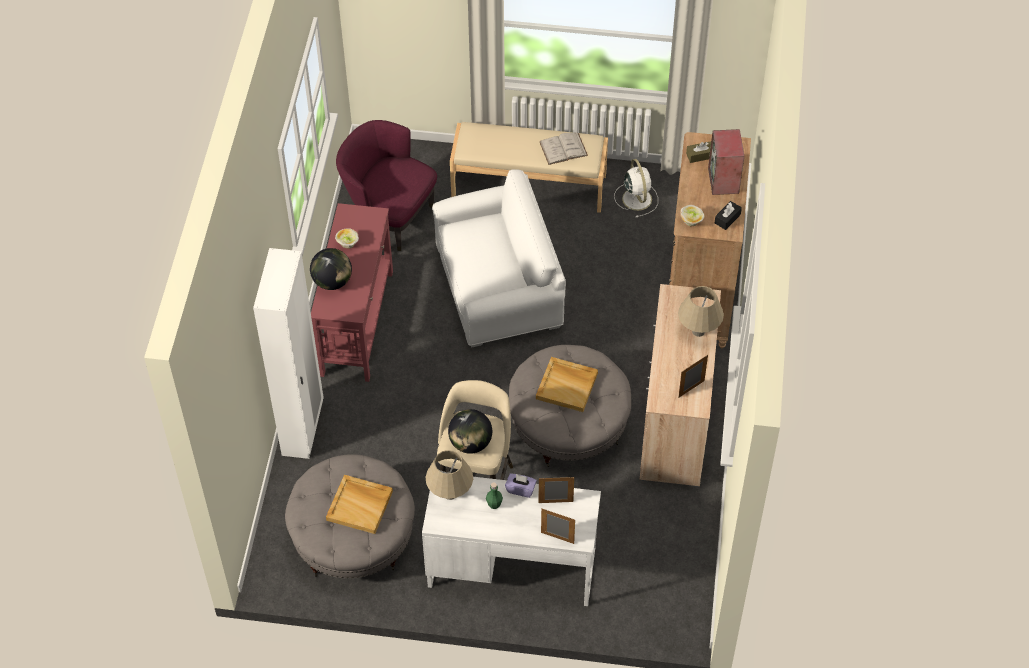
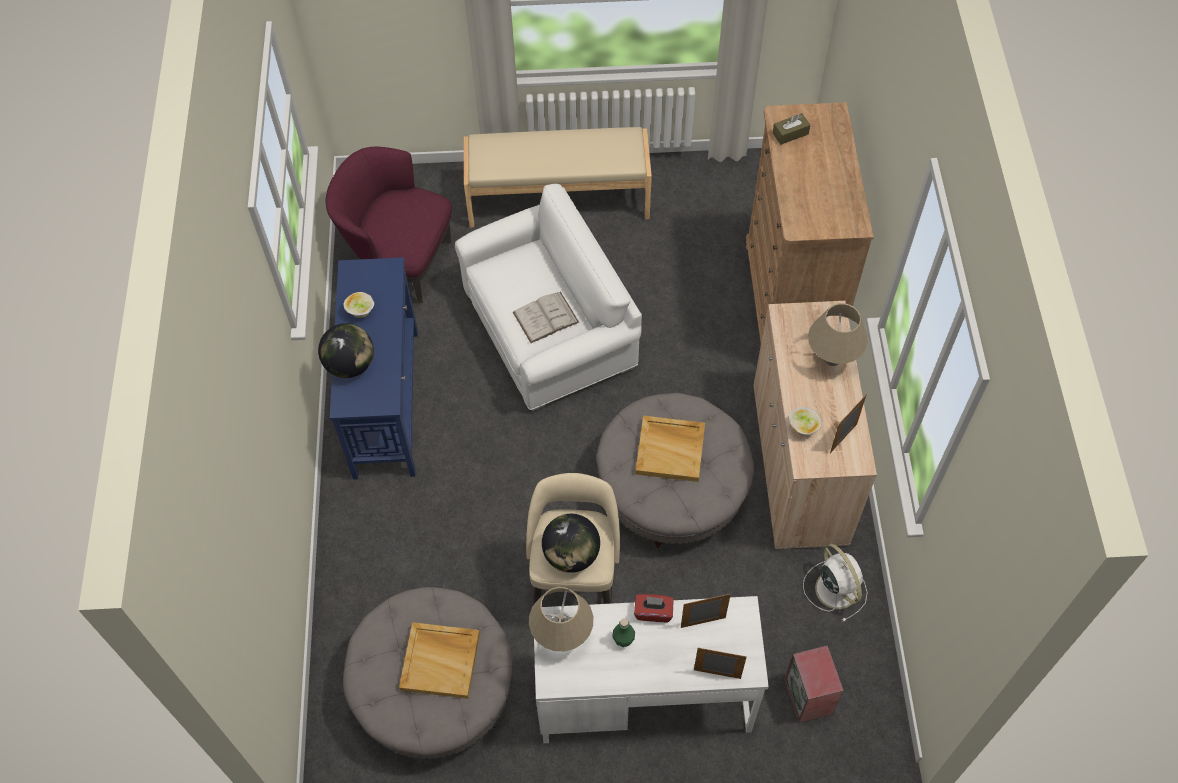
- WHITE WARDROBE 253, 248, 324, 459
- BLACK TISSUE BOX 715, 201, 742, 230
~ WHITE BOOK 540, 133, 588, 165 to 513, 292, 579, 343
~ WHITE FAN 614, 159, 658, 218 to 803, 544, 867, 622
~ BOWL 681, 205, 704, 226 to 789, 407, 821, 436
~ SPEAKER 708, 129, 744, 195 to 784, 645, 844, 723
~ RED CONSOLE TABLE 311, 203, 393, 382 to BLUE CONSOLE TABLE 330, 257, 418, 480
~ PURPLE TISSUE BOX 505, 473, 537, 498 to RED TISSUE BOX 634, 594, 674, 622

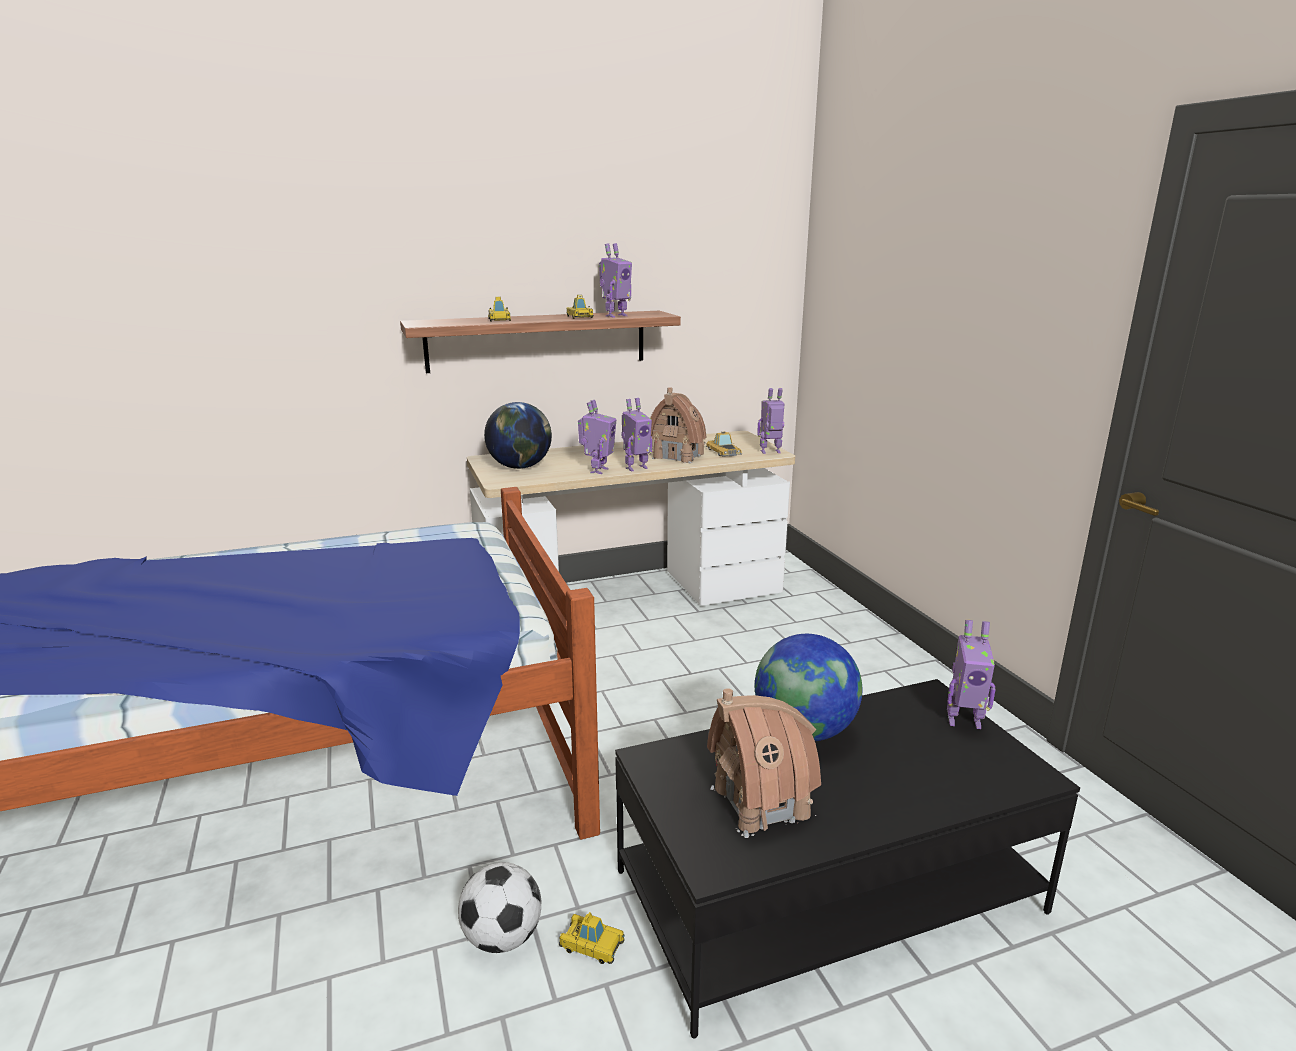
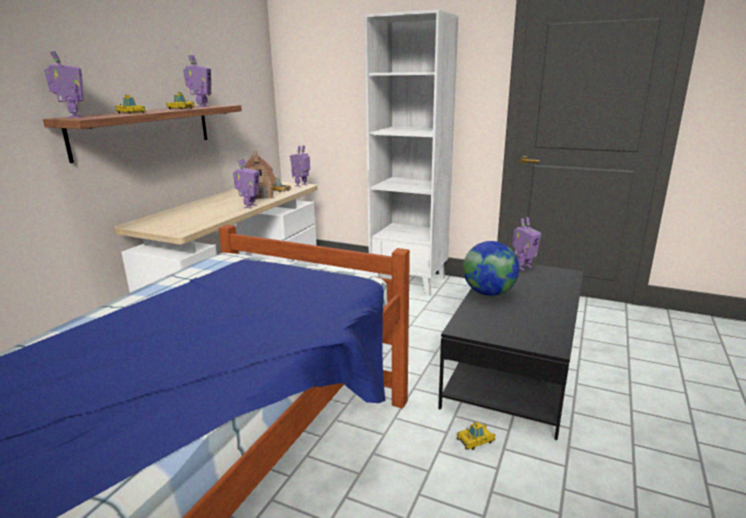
- FOOTBALL 458, 862, 541, 953
- GLOBE 484, 402, 552, 469
- TOY HOUSE 707, 688, 821, 838
+ WHITE BOOKCASE 364, 9, 459, 296
~ TOY ROBOT 578, 400, 616, 474 to 44, 51, 84, 118

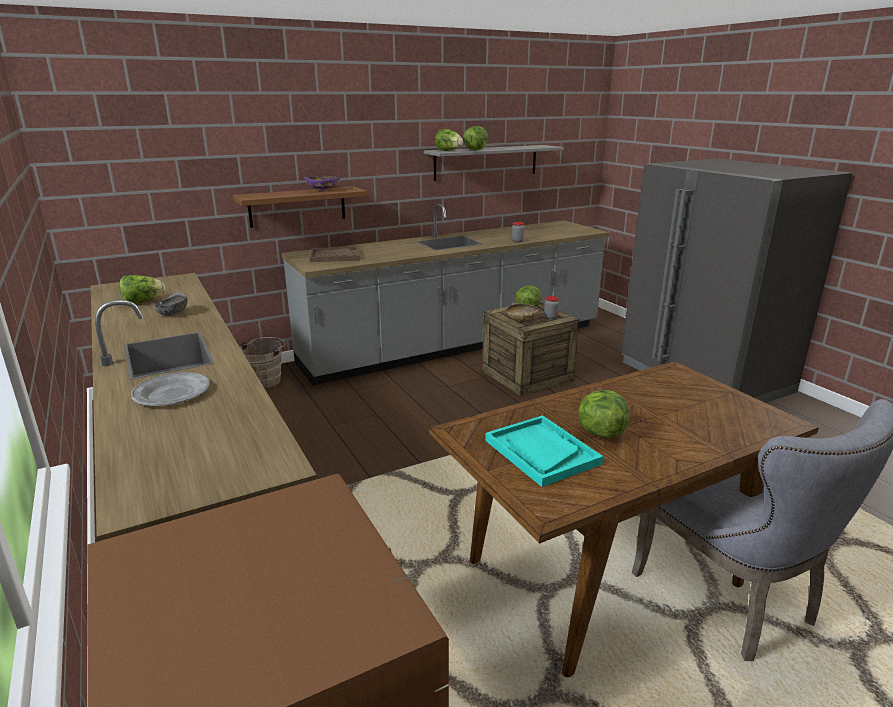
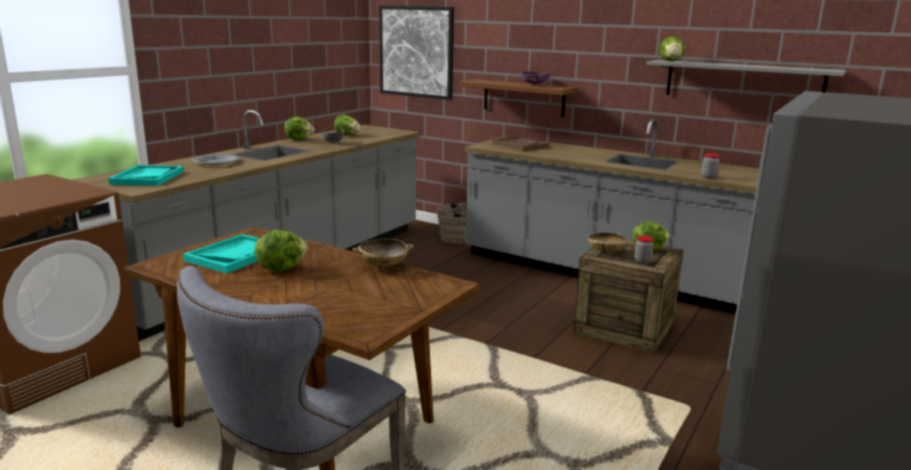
+ TURQUOISE TRAY 108, 165, 184, 186
+ BEIGE BOWL 353, 239, 414, 268
+ PICTURE 379, 6, 454, 100
~ LETTUCE 463, 126, 488, 150 to 284, 117, 314, 140

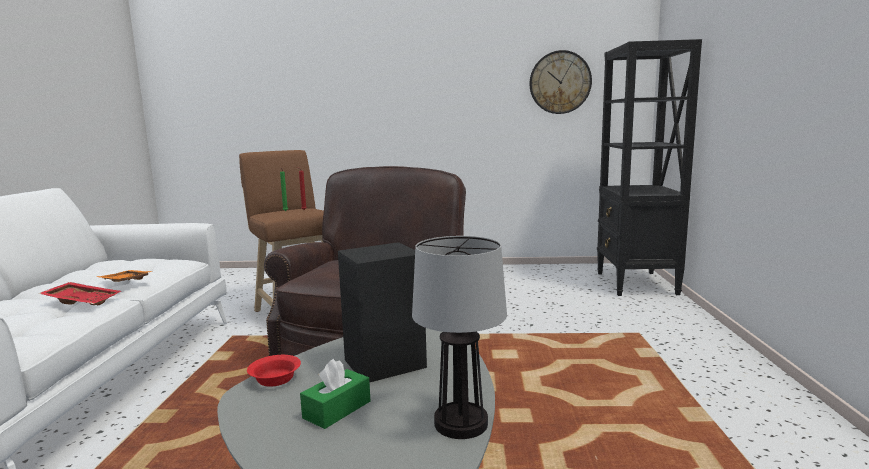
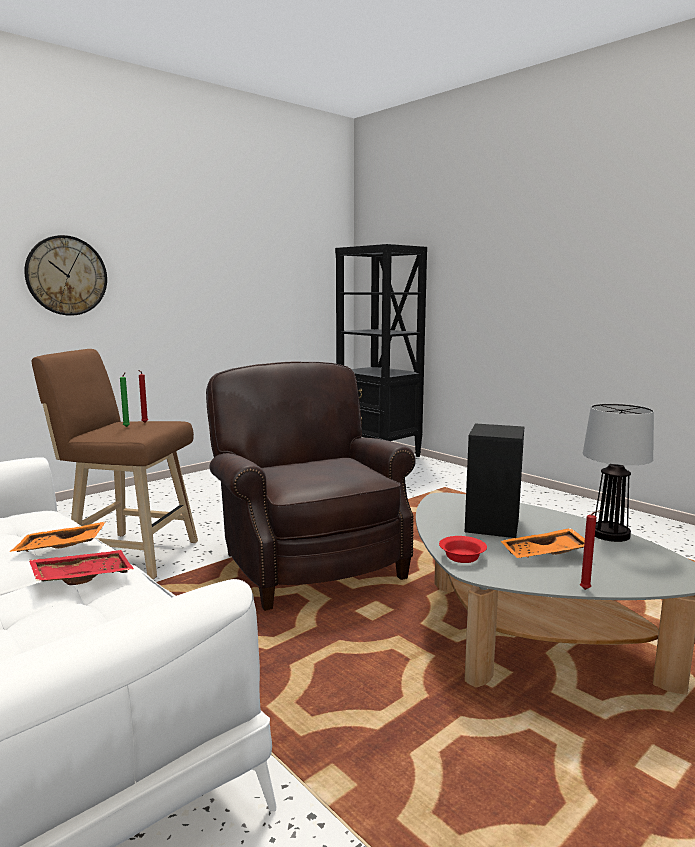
+ RED CANDLE 580, 510, 602, 590
~ WALL CLOCK 529, 50, 592, 114 to 24, 235, 107, 316
~ GREEN TISSUE BOX 300, 359, 370, 429 to ORANGE TRAY 501, 528, 585, 558

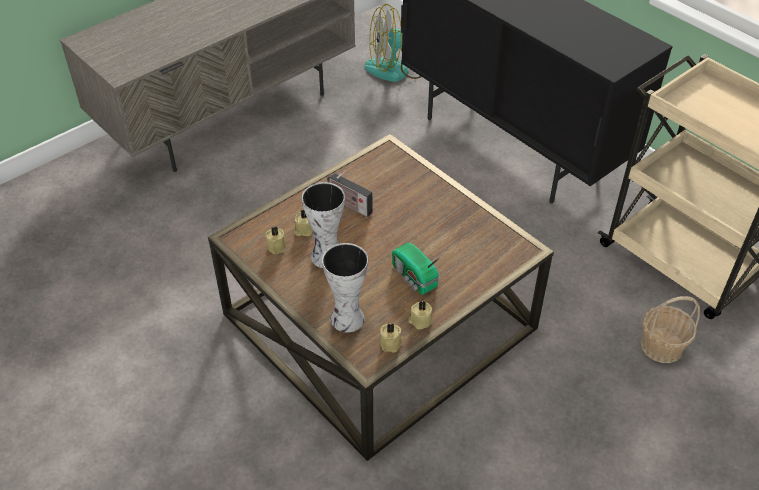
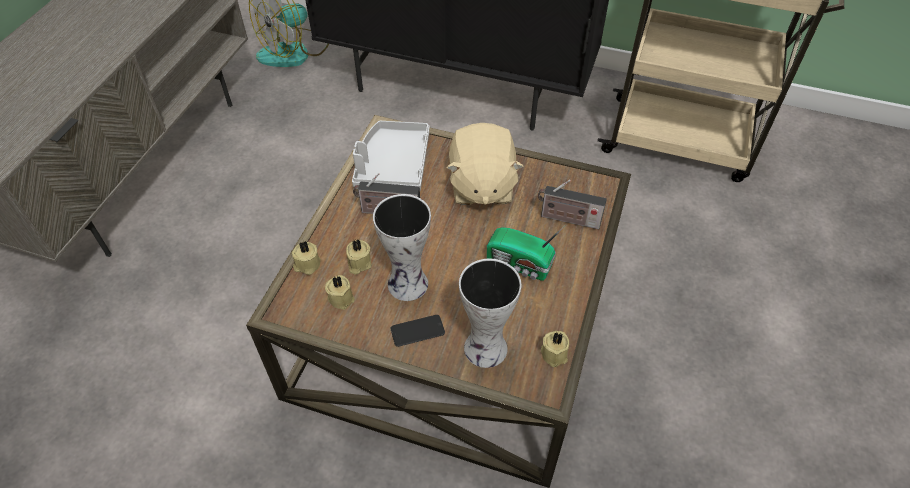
- BASKET 641, 296, 700, 363
+ GREY TRAY 352, 121, 430, 190
+ PHONE 390, 315, 445, 347
+ BEIGE PLUSH TOY 447, 123, 524, 205
+ RADIO 538, 180, 607, 229
~ BEIGE CANDLE 408, 301, 432, 330 to 292, 241, 321, 275

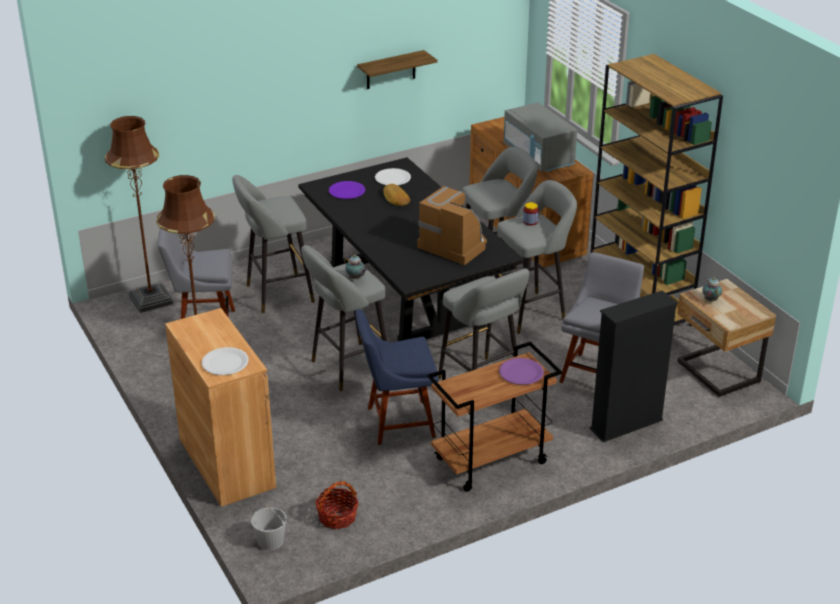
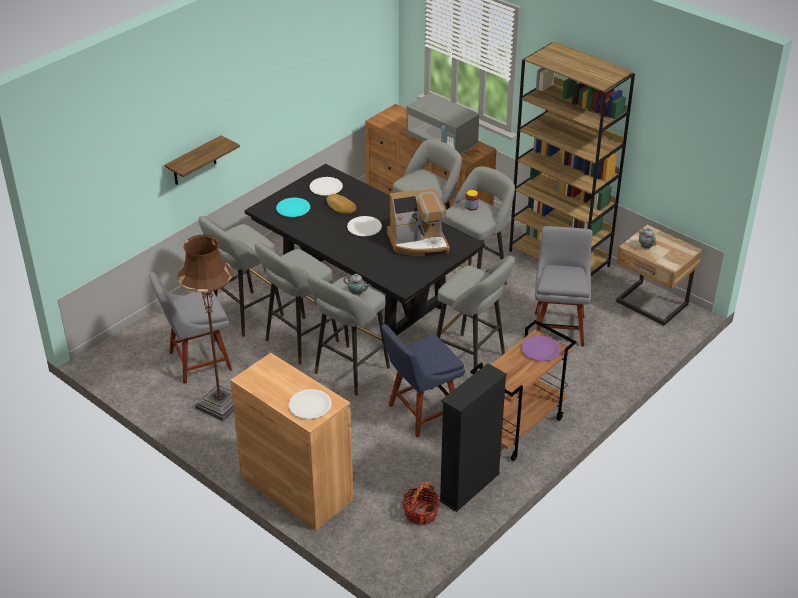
- BROWN FLOOR LAMP 105, 116, 174, 313
- WHITE BUCKET 251, 506, 287, 550
+ GREY STOOL 255, 242, 339, 365
+ WHITE PLATE 347, 216, 382, 236
~ SHELF 357, 50, 438, 89 to 164, 135, 240, 185
~ BLACK BOOKCASE 589, 290, 678, 442 to 440, 363, 507, 512
~ PURPLE PLATE 329, 181, 365, 199 to TURQUOISE PLATE 276, 198, 310, 217
~ COFFEE MACHINE 417, 186, 487, 265 = 387, 189, 450, 256 150 degrees clockwise

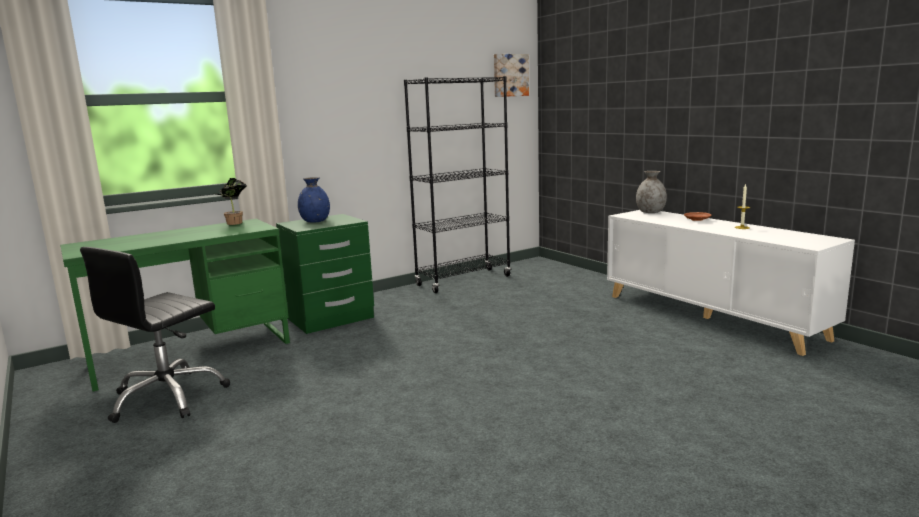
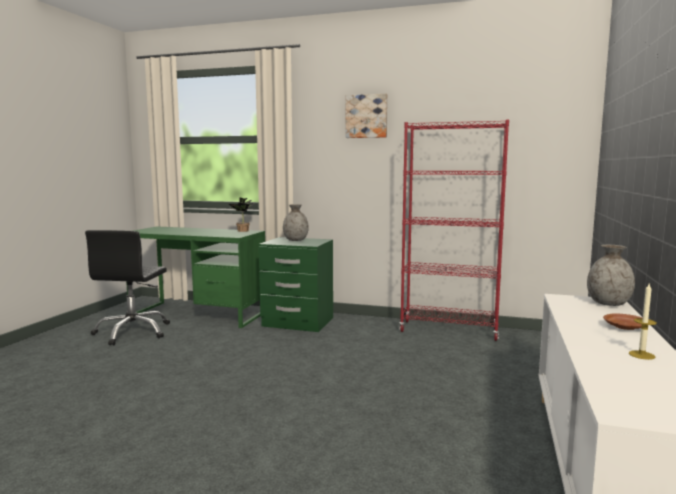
~ PICTURE 494, 54, 529, 97 to 346, 94, 388, 138
~ BLUE VASE 298, 177, 330, 223 to GREY VASE 283, 204, 309, 241
~ BLACK BOOKCASE 404, 76, 511, 293 to RED BOOKCASE 399, 120, 509, 341
~ BLACK OFFICE CHAIR 80, 247, 230, 423 = 85, 230, 170, 345 75 degrees counterclockwise

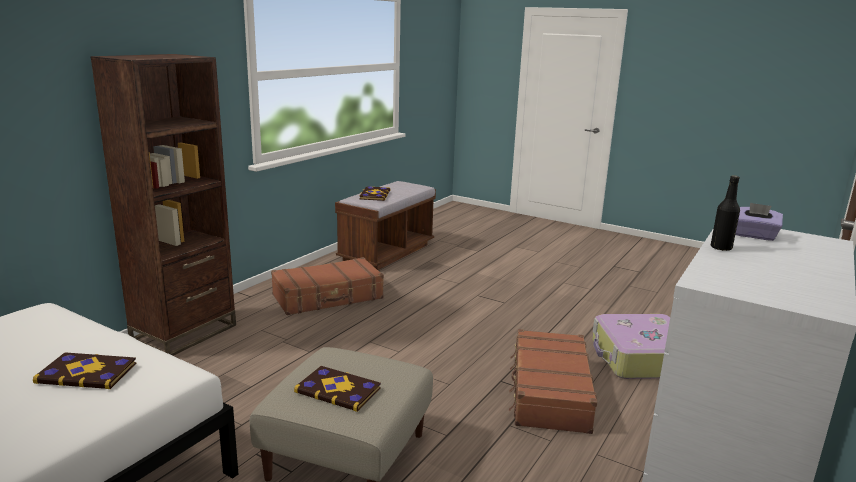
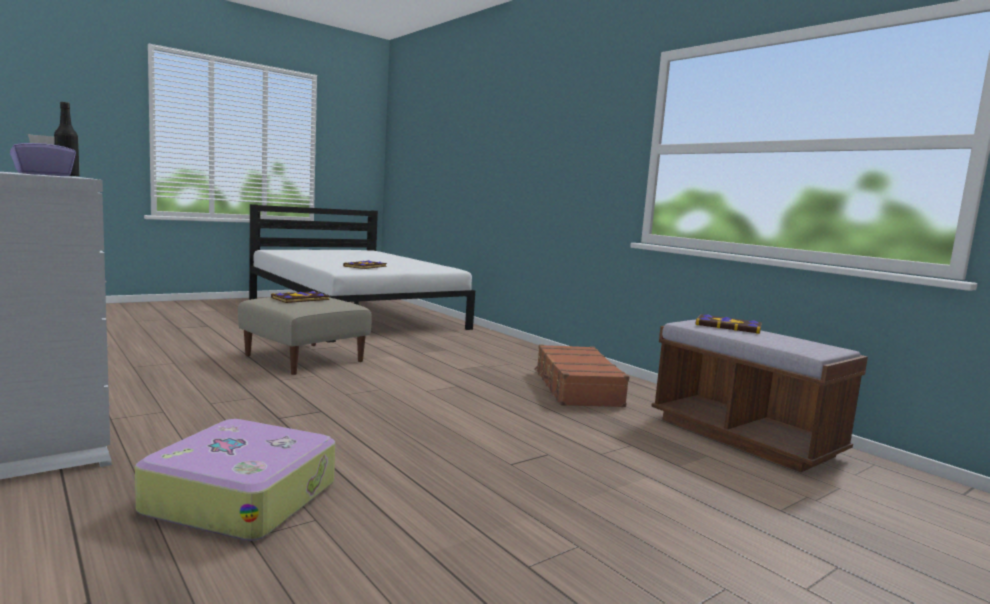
- BROWN BOOKCASE 90, 54, 236, 356
- BROWN SUITCASE 509, 329, 597, 434

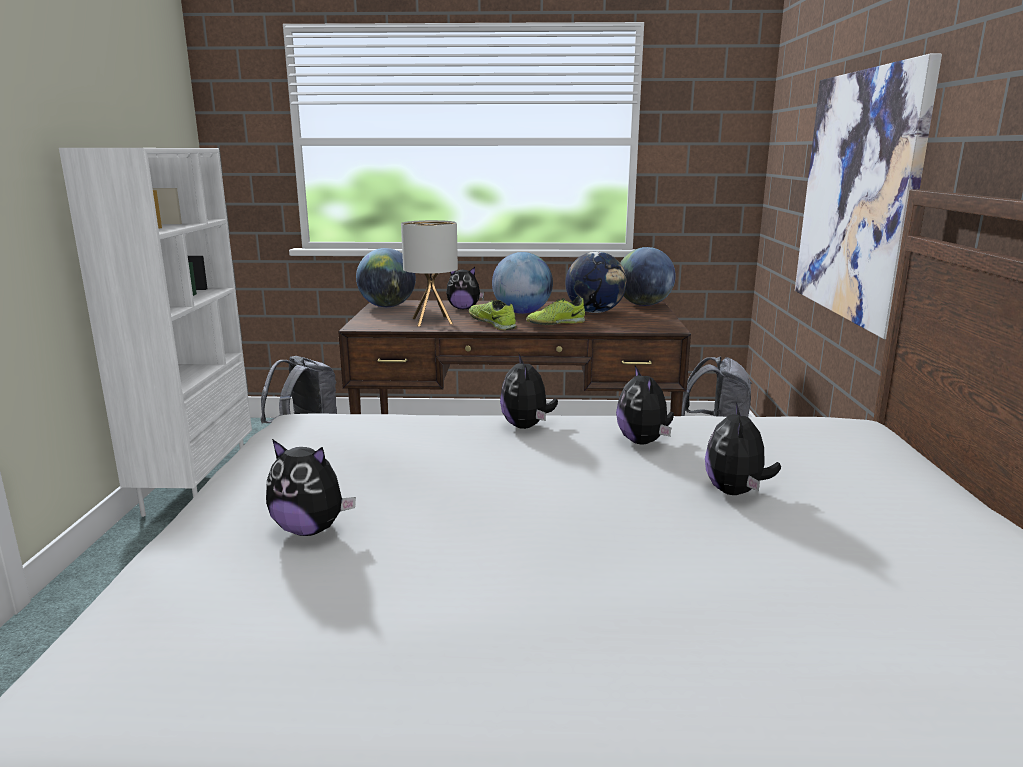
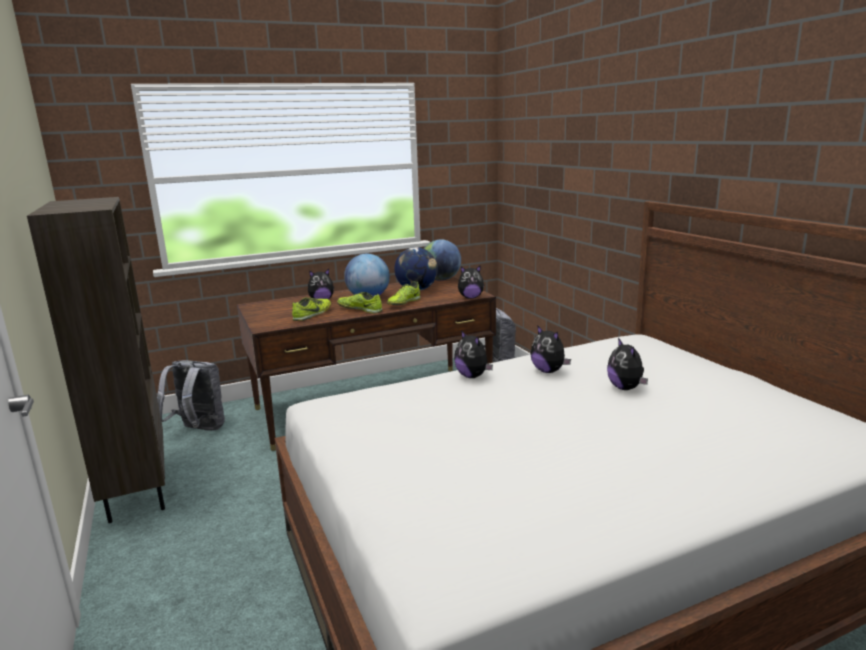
- GLOBE 356, 248, 416, 307
- PICTURE 795, 53, 942, 339
~ PLUSH TOY 266, 439, 356, 536 to 458, 265, 484, 298
~ TABLE LAMP 401, 220, 458, 326 to SHOE 292, 297, 331, 321
~ WHITE BOOKCASE 59, 148, 252, 517 to BROWN BOOKCASE 27, 197, 165, 523

